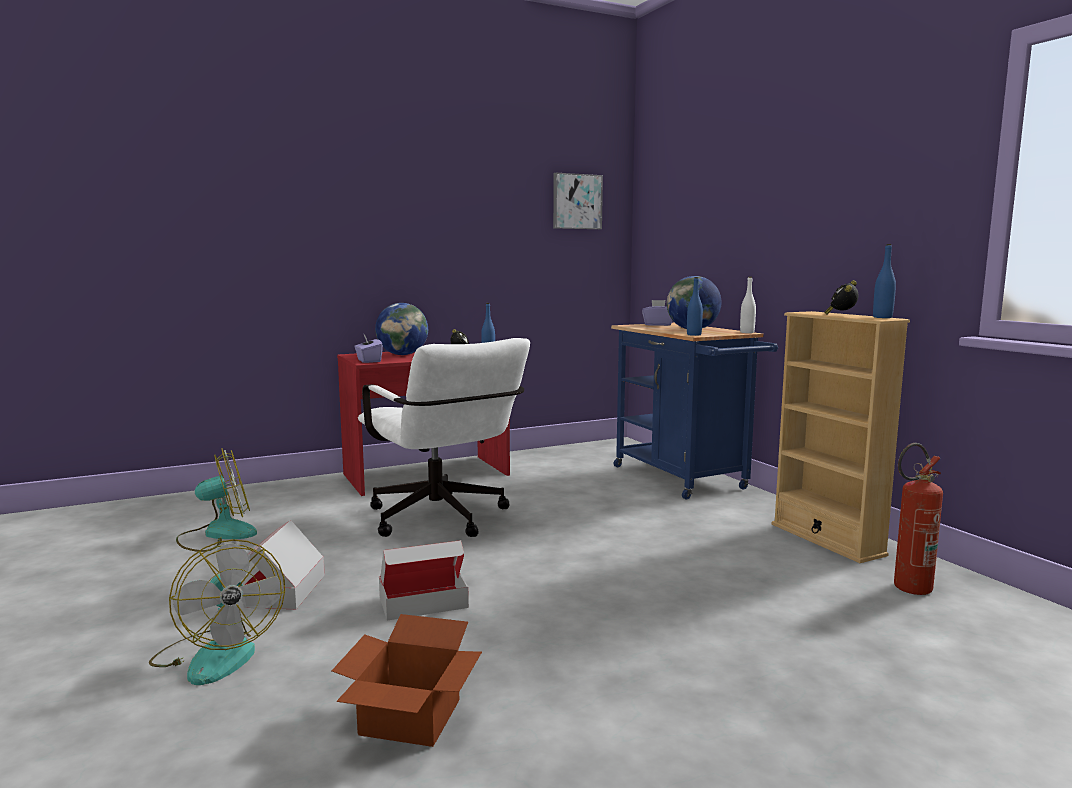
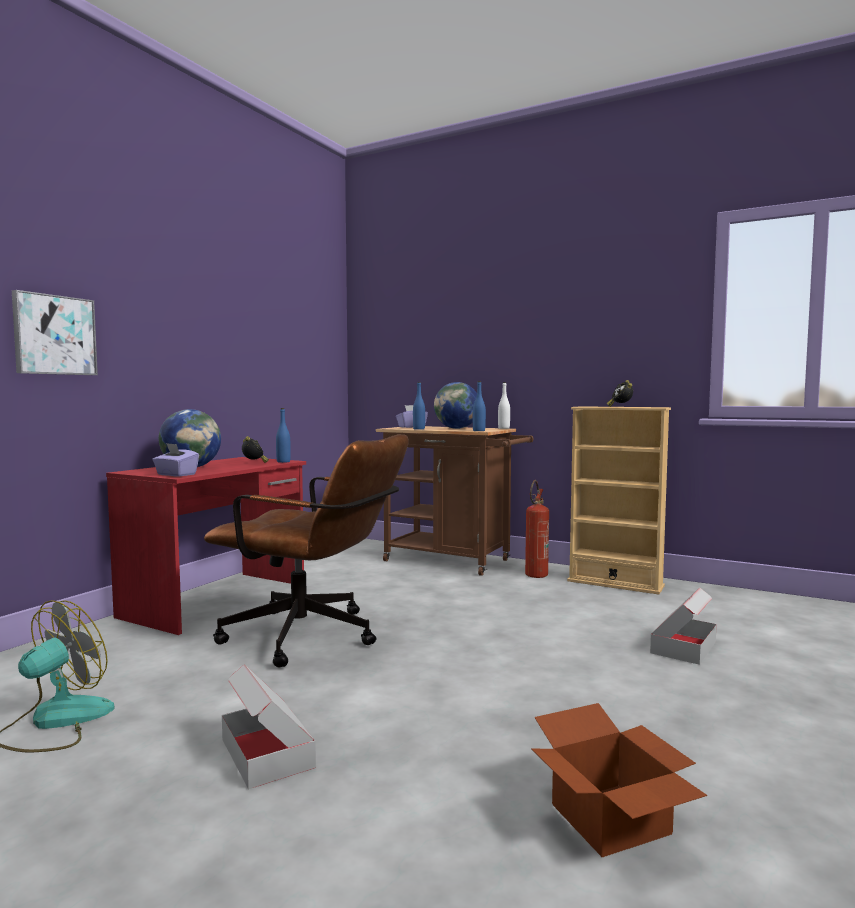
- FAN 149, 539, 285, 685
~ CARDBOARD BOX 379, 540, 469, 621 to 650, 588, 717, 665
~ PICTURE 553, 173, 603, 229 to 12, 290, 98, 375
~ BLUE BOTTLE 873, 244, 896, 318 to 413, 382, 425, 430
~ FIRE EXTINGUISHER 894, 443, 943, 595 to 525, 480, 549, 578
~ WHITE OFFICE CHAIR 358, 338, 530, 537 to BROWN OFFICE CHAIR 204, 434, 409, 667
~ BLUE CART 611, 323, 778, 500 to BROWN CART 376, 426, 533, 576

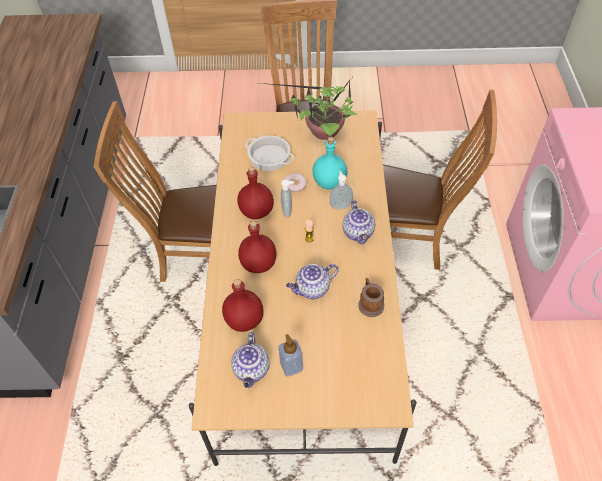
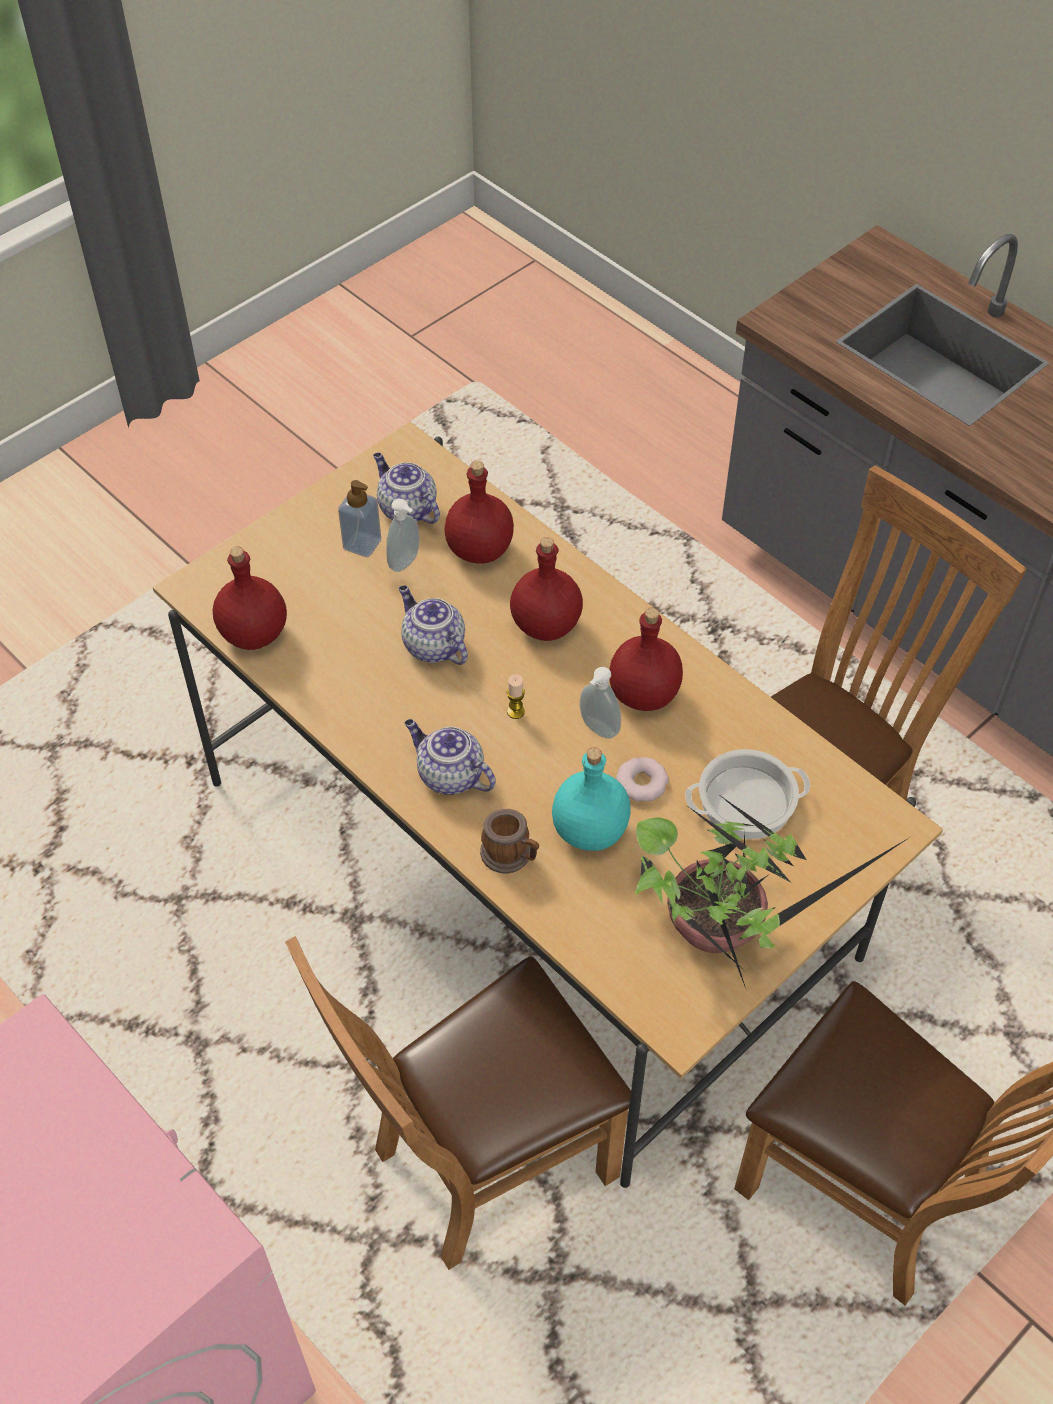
+ RED BOTTLE 213, 547, 287, 650
~ SOAP DISPENSER 329, 171, 353, 210 to 386, 499, 420, 572
~ MUG 358, 278, 384, 317 to 480, 809, 539, 874
~ TEAPOT 286, 264, 339, 299 = 399, 586, 468, 665 60 degrees counterclockwise

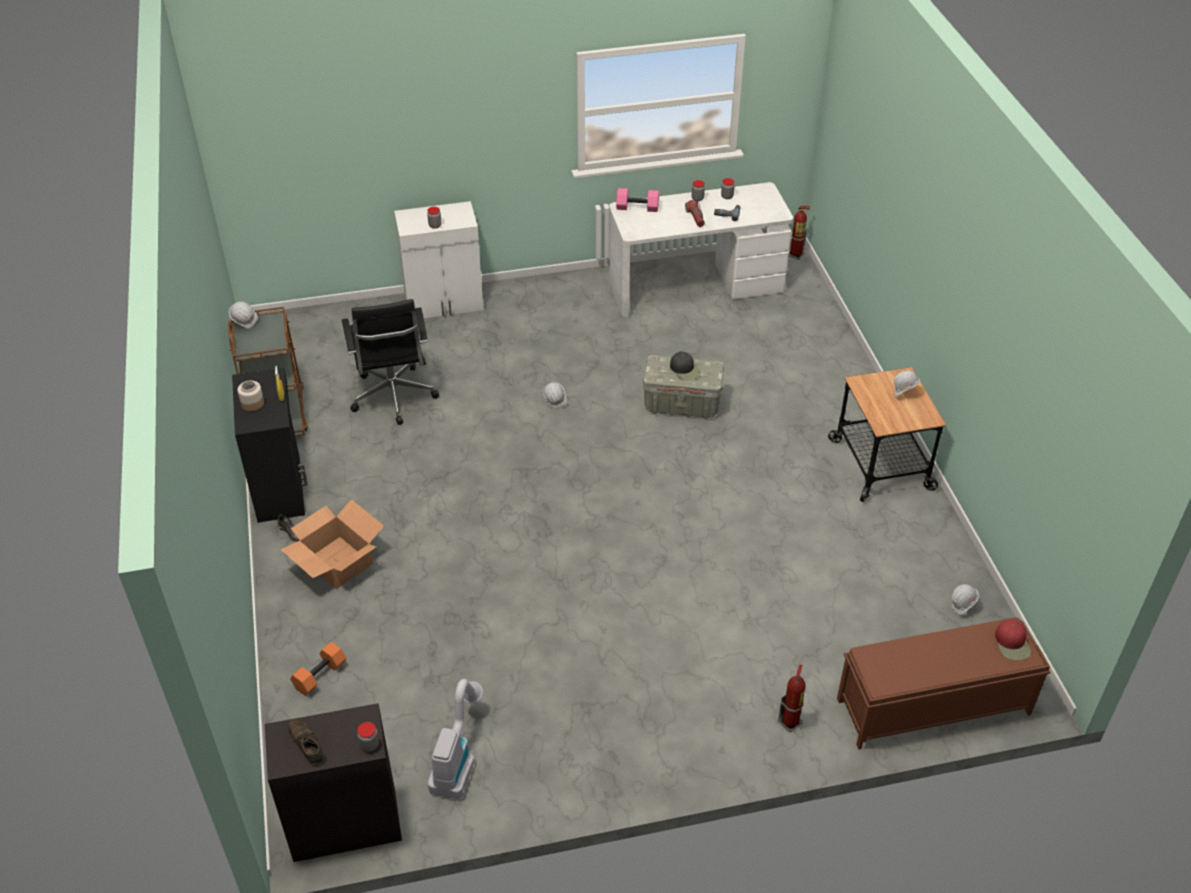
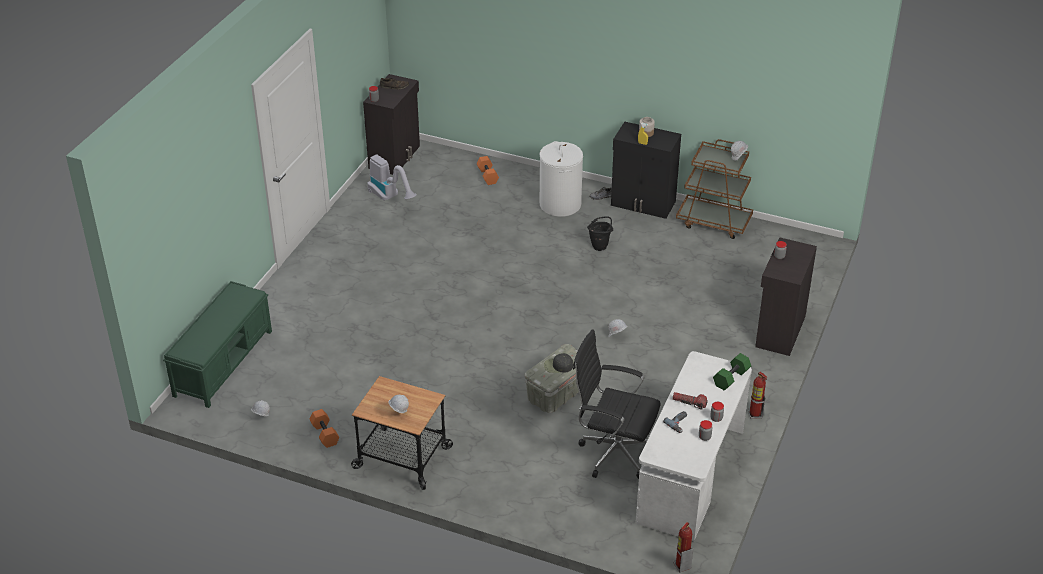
- RED CAP 995, 620, 1031, 660
+ ORANGE DUMBBELL 309, 409, 340, 448
+ BLACK BUCKET 587, 216, 613, 251
~ BLACK OFFICE CHAIR 342, 299, 439, 425 to 573, 329, 661, 479
~ FIRE EXTINGUISHER 778, 664, 806, 732 to 748, 372, 767, 419
~ CARDBOARD BOX 280, 499, 384, 589 to WHITE LAUNDRY BASKET 539, 141, 583, 217
~ WHITE CABINET 394, 201, 483, 318 to BLACK CABINET 755, 237, 817, 356
~ PINK DUMBBELL 616, 188, 659, 212 to GREEN DUMBBELL 713, 353, 751, 391
~ BROWN BENCH 837, 617, 1050, 749 to GREEN BENCH 163, 281, 272, 408

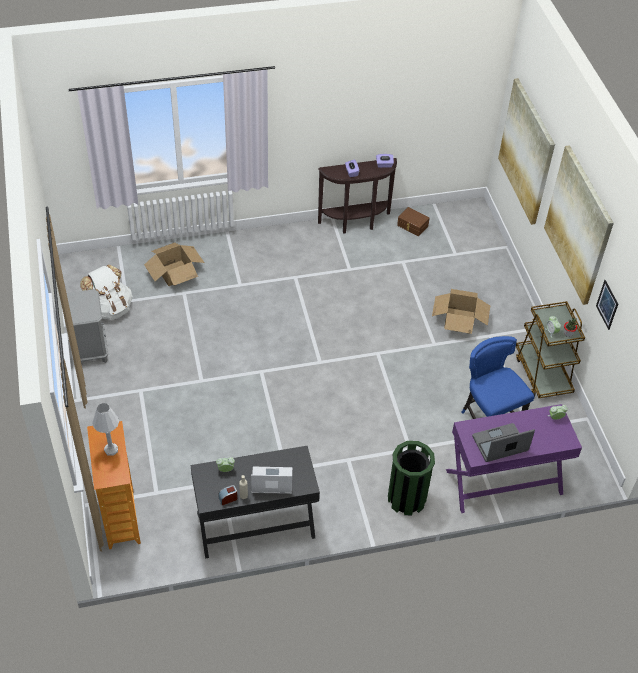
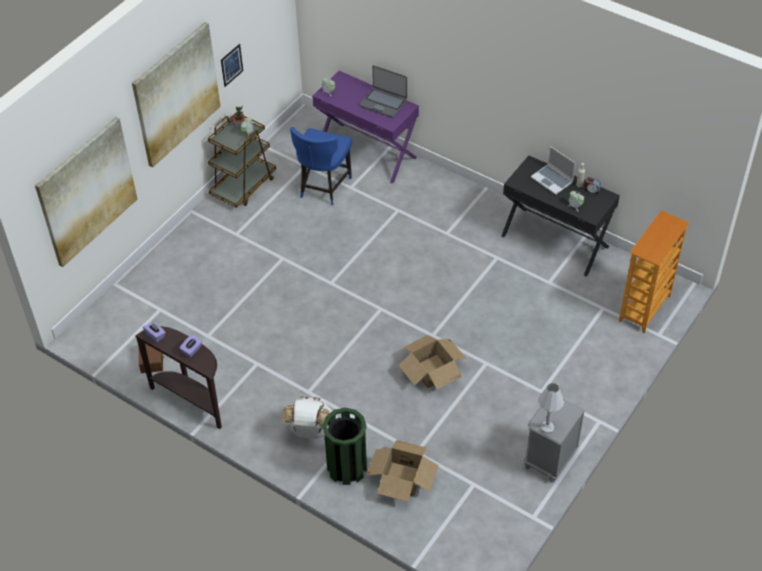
~ WHITE BACKPACK 80, 265, 132, 320 to 282, 397, 337, 439
~ WHITE TABLE LAMP 92, 403, 119, 456 to 538, 383, 564, 434
~ GREEN TRASH CAN 388, 441, 435, 515 to 322, 408, 367, 485
~ CARDBOARD BOX 432, 289, 490, 334 to 398, 335, 466, 389

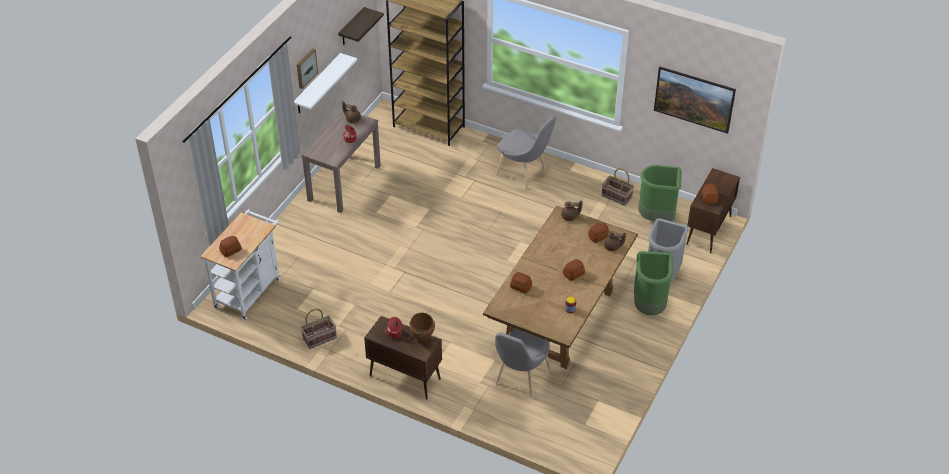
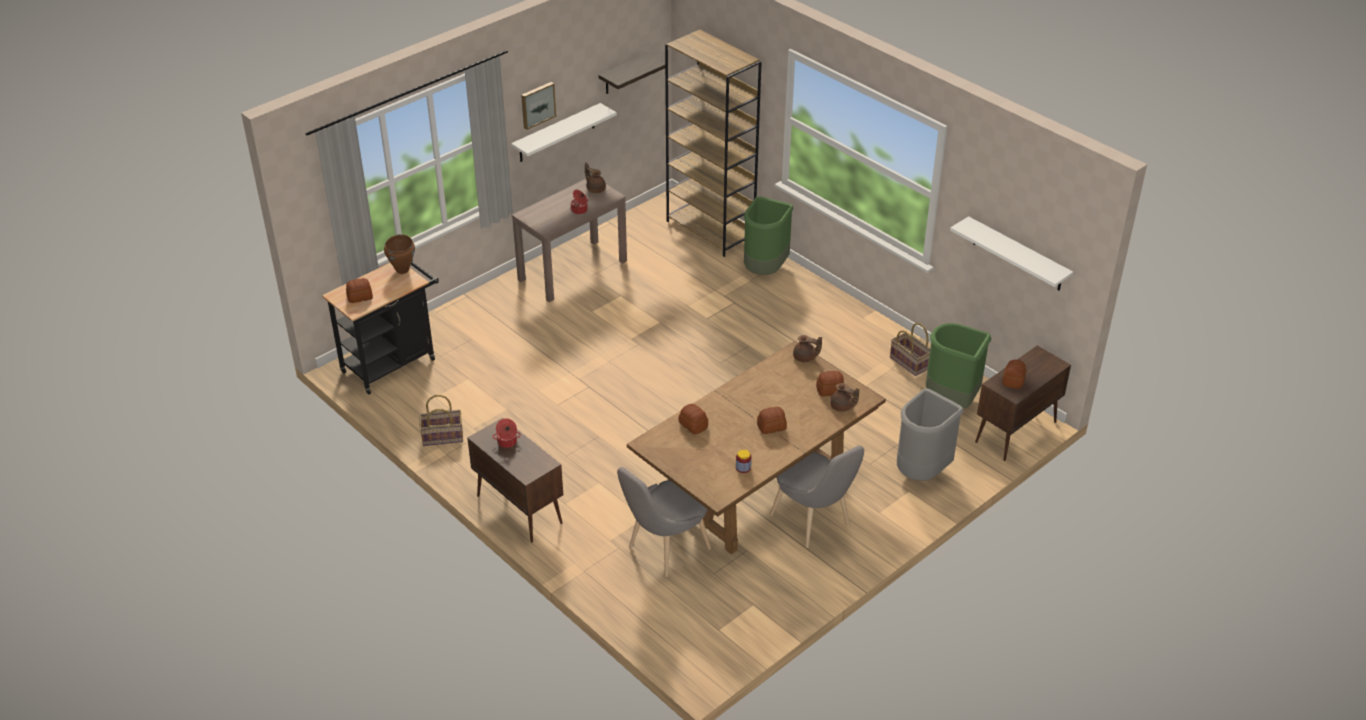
~ BROWN COOKING POT 409, 313, 435, 344 to 384, 234, 415, 274
~ GREY CHAIR 496, 116, 556, 189 to 770, 446, 864, 548
~ GREEN TRASH CAN 634, 251, 673, 315 to 744, 196, 793, 275
~ PICTURE 654, 67, 736, 134 to WHITE SHELF 950, 216, 1073, 291
~ WHITE CART 201, 209, 281, 320 to BLACK CART 322, 260, 439, 395

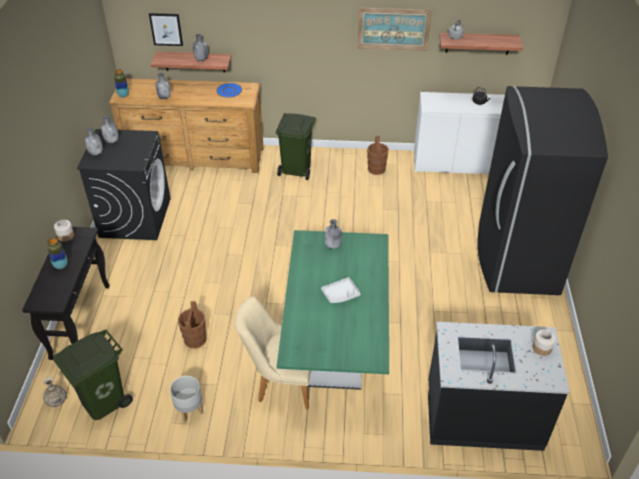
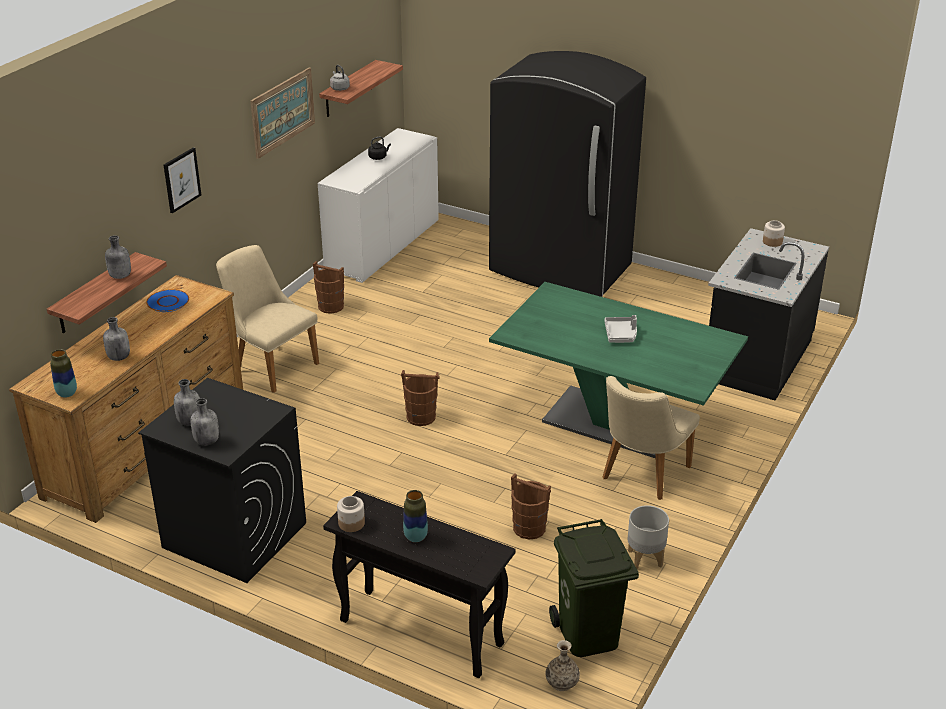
- GREY BOTTLE 325, 219, 342, 249
+ BROWN BUCKET 401, 370, 440, 426
~ PICTURE 149, 13, 183, 46 to 164, 147, 201, 213
~ GREEN TRASH CAN 276, 113, 316, 180 to BEIGE CHAIR 216, 245, 319, 393

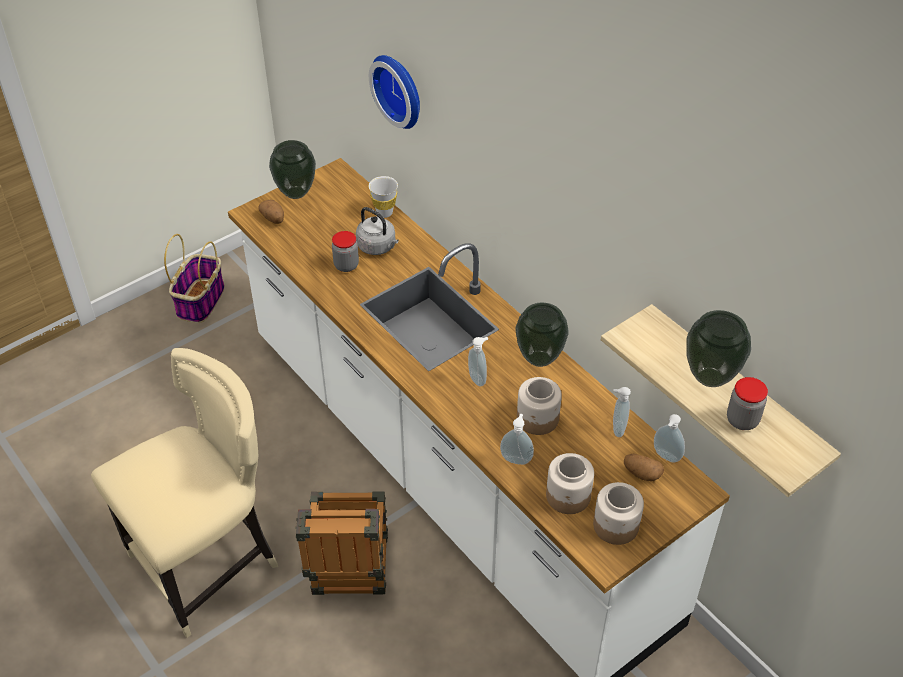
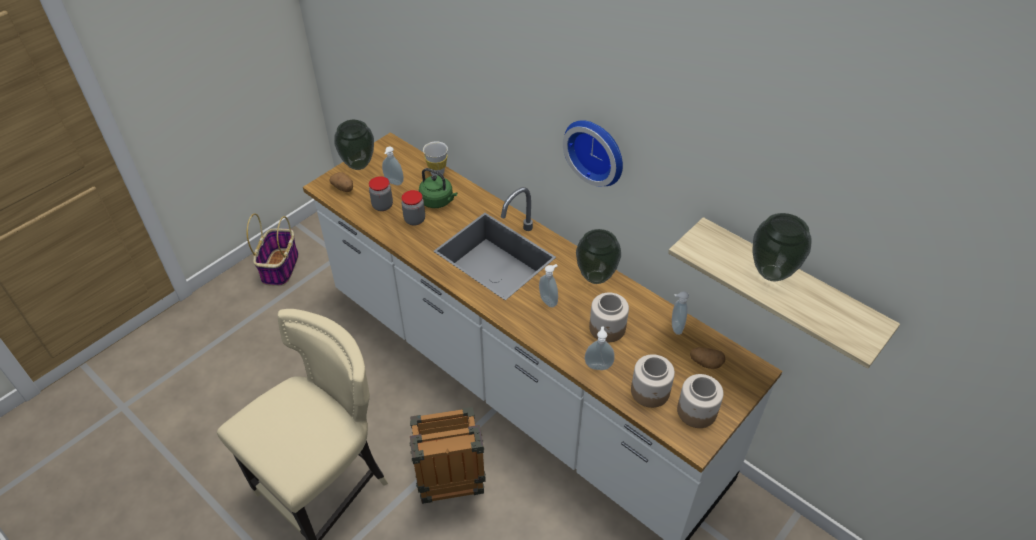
~ WALL CLOCK 369, 55, 420, 129 to 563, 120, 623, 186
~ SOAP DISPENSER 654, 414, 685, 462 to 382, 146, 404, 185
~ JAR 727, 377, 768, 430 to 369, 176, 393, 211
~ GREY KETTLE 356, 207, 399, 255 to GREEN KETTLE 419, 168, 457, 208

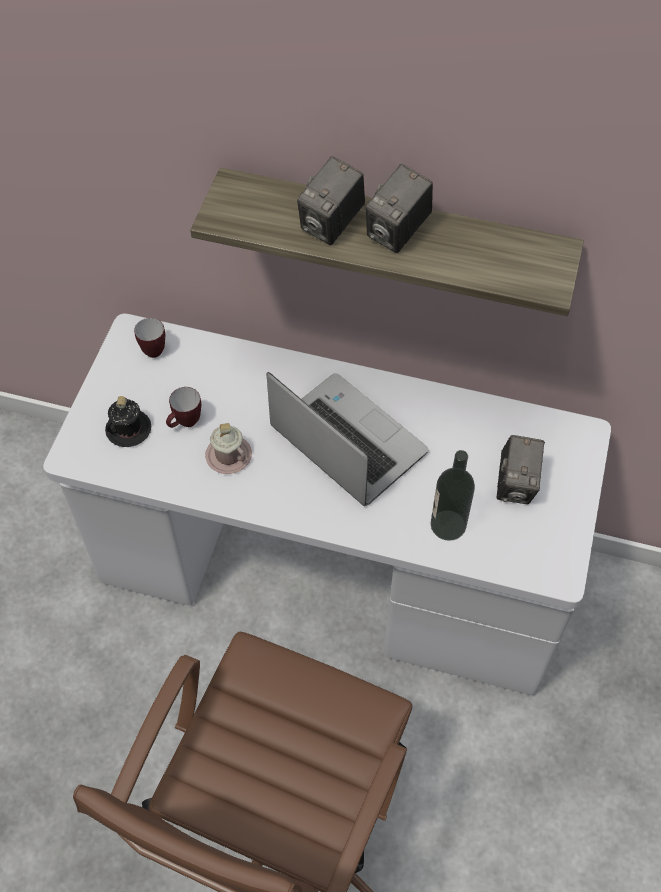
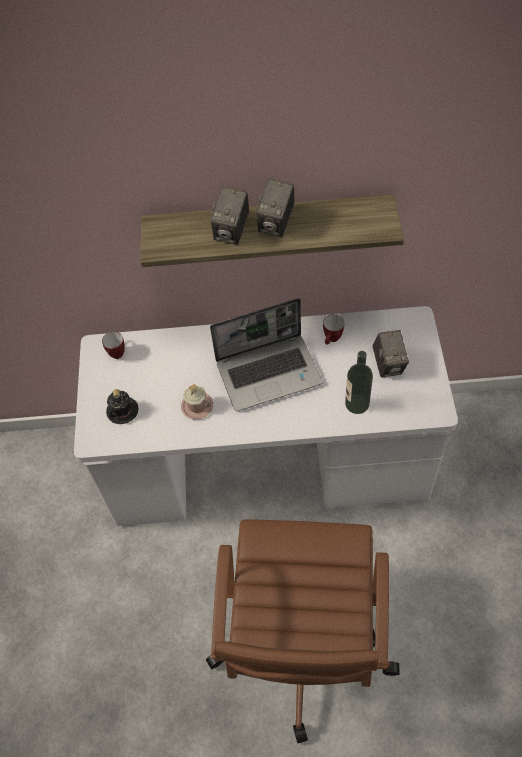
~ MUG 166, 387, 201, 428 to 323, 314, 344, 345
~ LAPTOP 266, 372, 428, 506 = 210, 298, 323, 411 135 degrees clockwise

